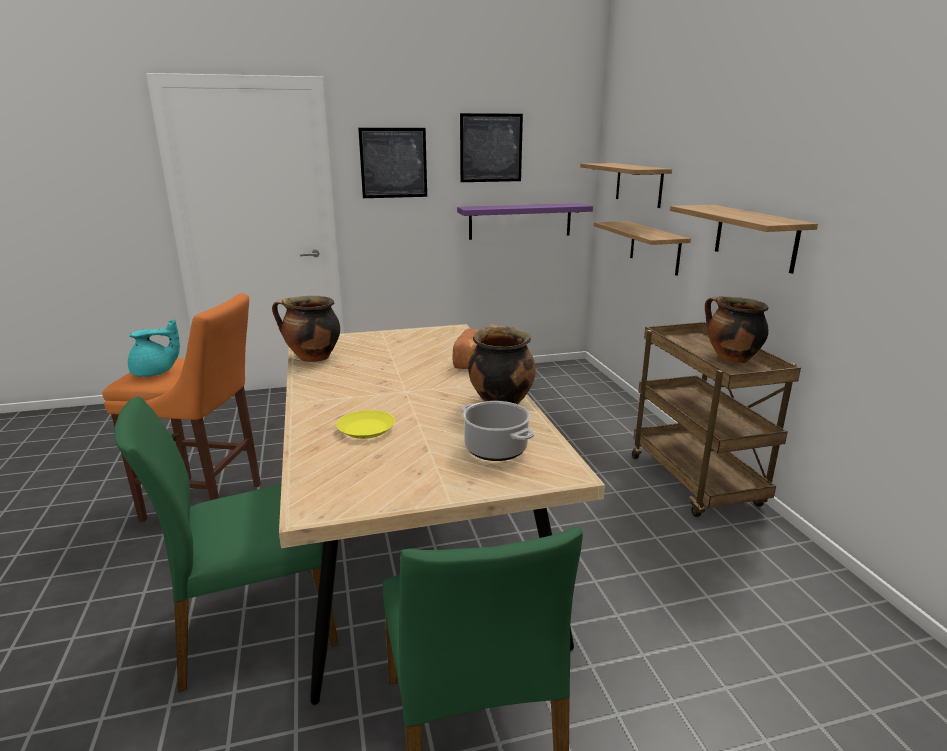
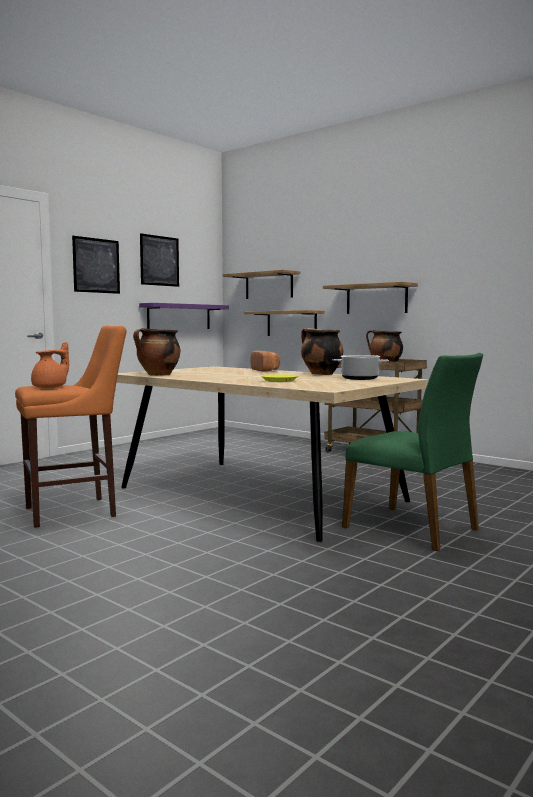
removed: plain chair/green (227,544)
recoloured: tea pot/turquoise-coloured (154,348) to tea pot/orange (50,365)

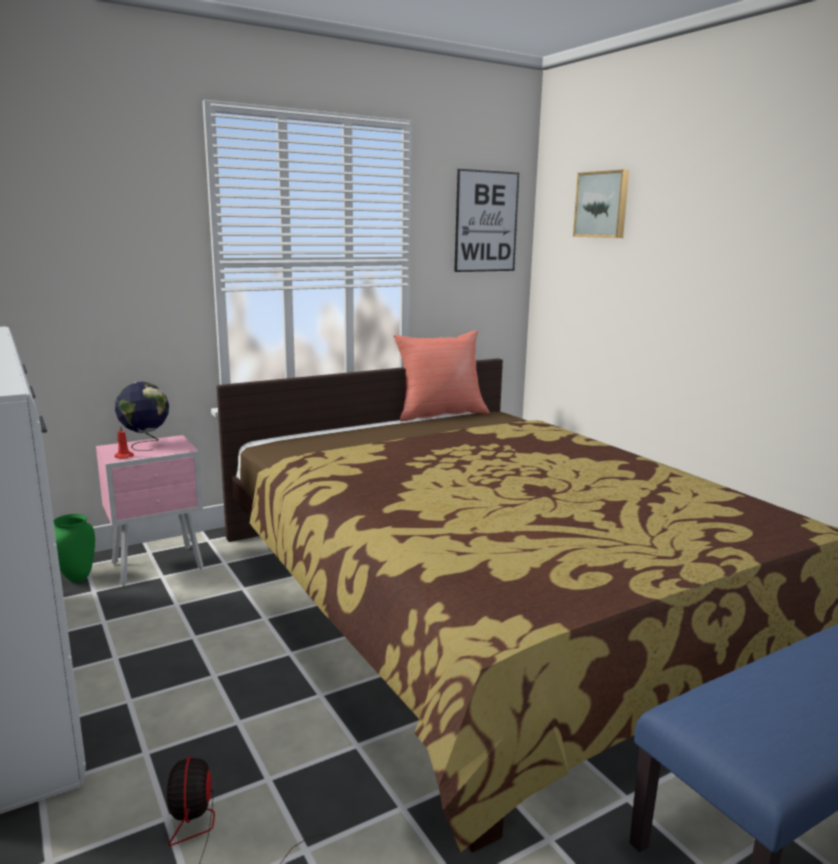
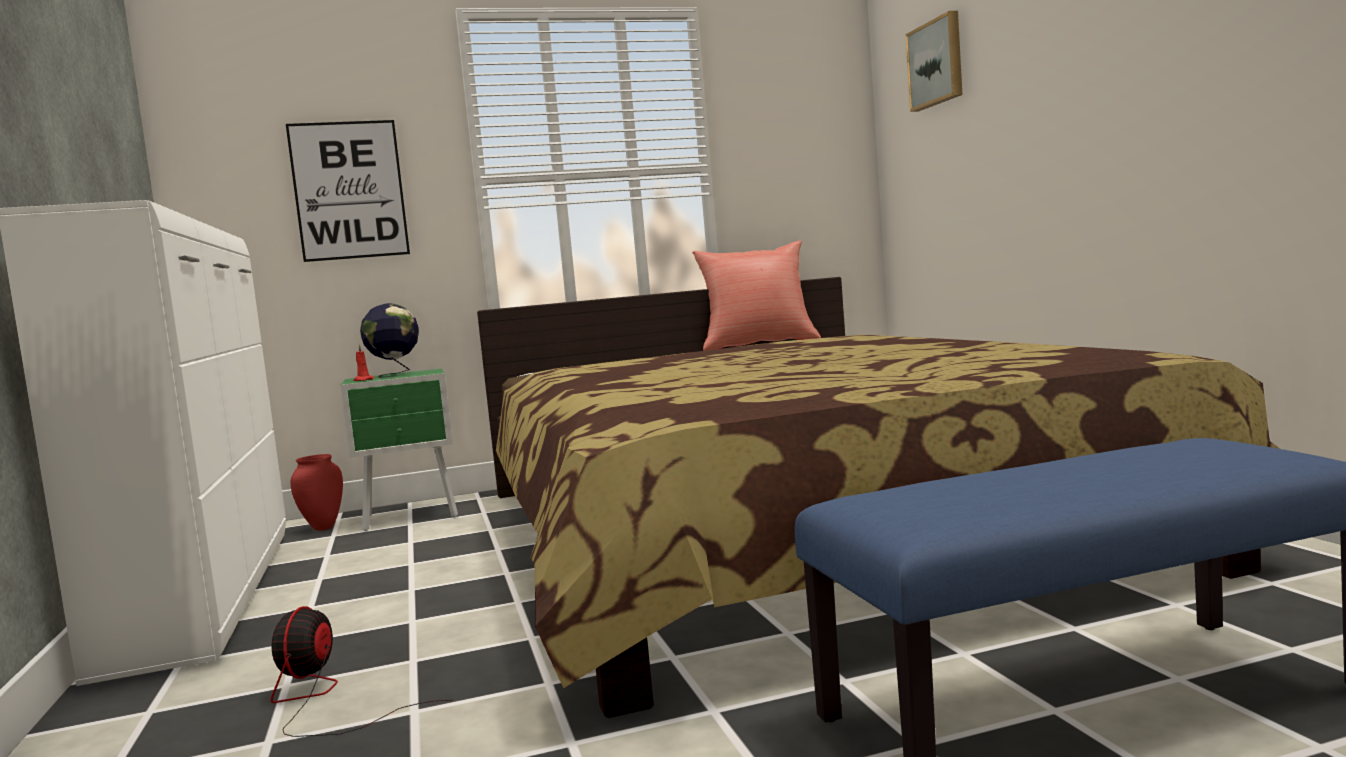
moved: picture (486,220) to (348,191)
recoloured: decorative vase/green (74,548) to decorative vase/reddish (317,492); bedside table/pink (149,510) to bedside table/green (399,450)

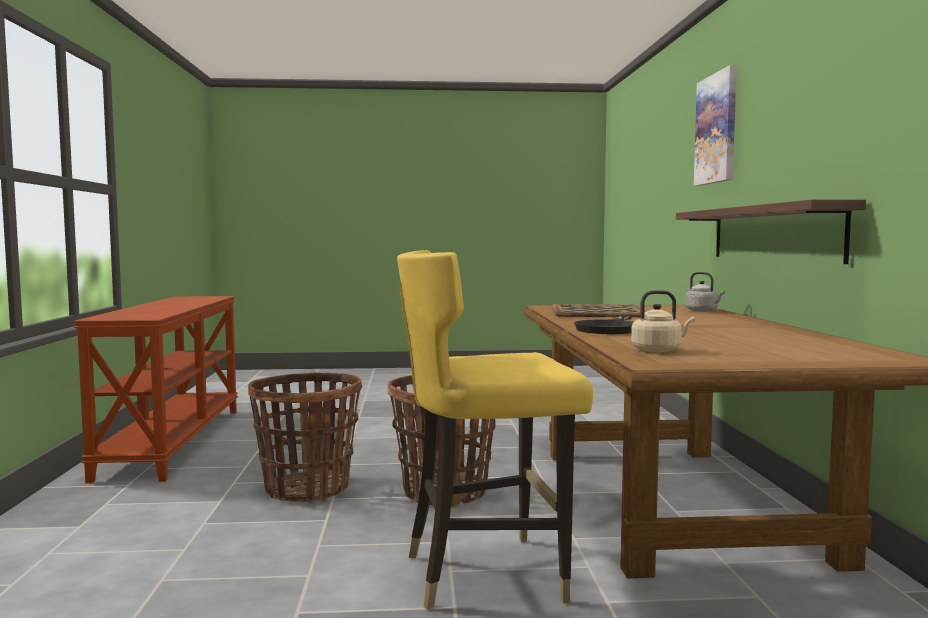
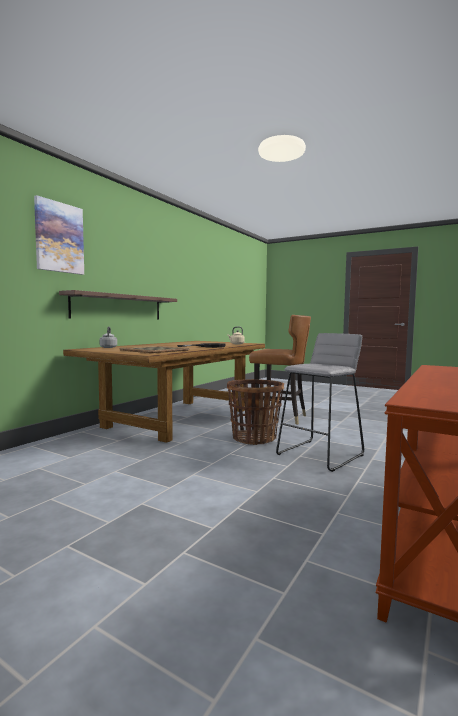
replaced: basket (305,437) to stool/gray (320,402)
recoloured: plain chair/yellow (495,430) to plain chair/brown (280,370)

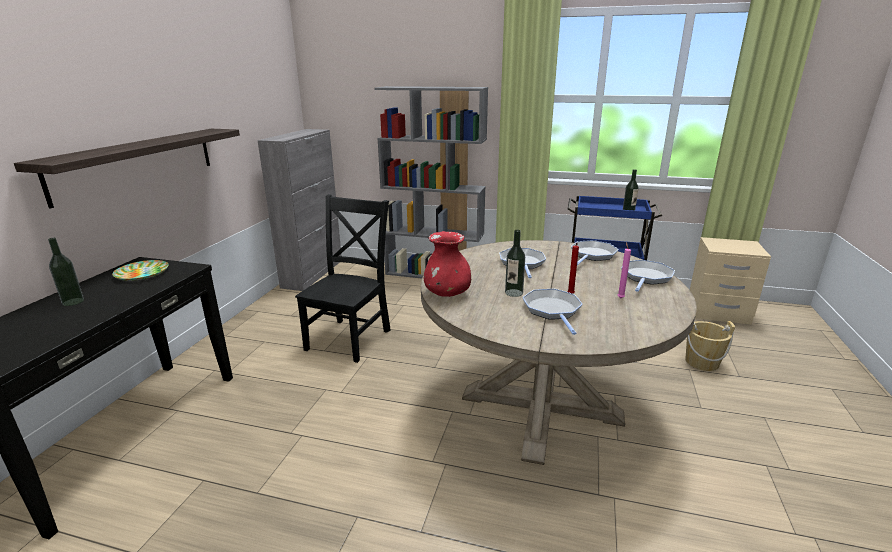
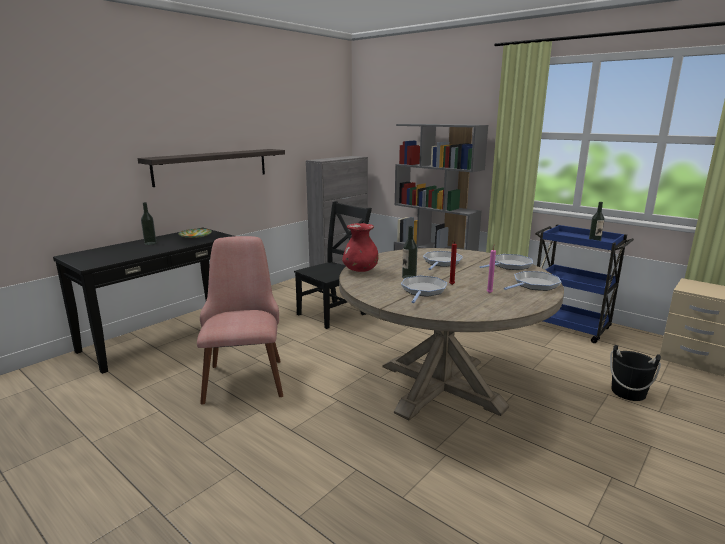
added: plain chair/pink (240,320)
recoloured: pail/beige (710,346) to pail/blackish (635,373)

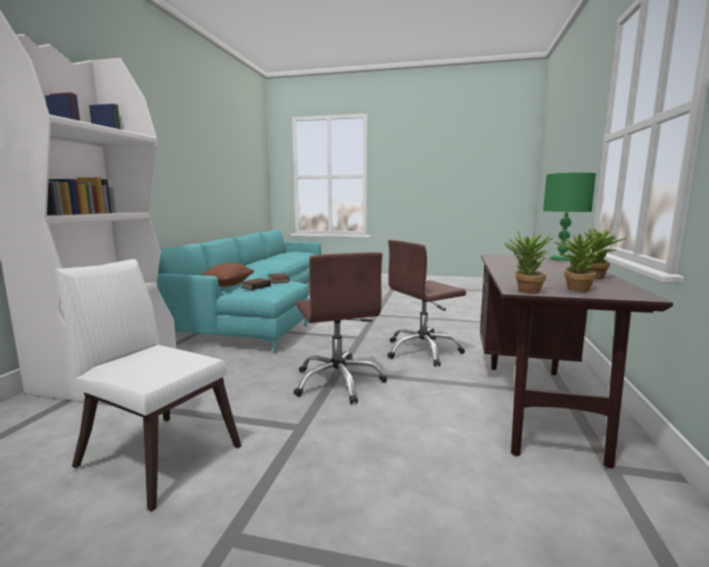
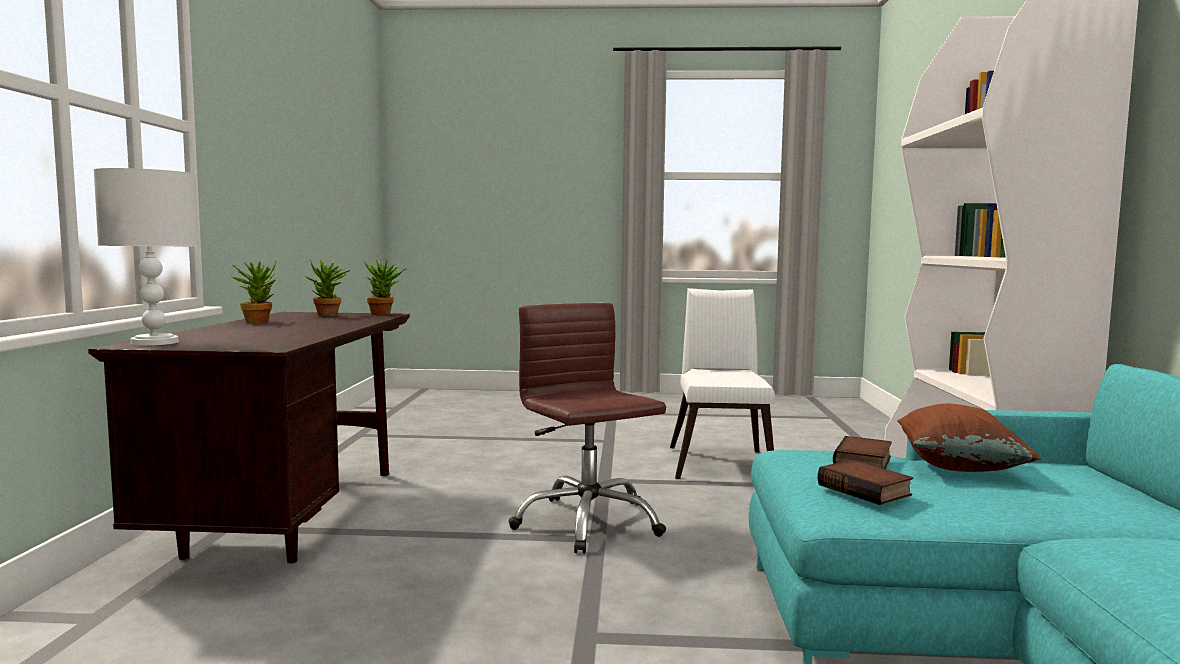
removed: office chair/brown (426,303)
recoloured: table lamp/green (569,217) to table lamp/white-coloured (146,257)
turned: plain chair/white-coloured (148,385) = (722,383) 105 degrees counterclockwise

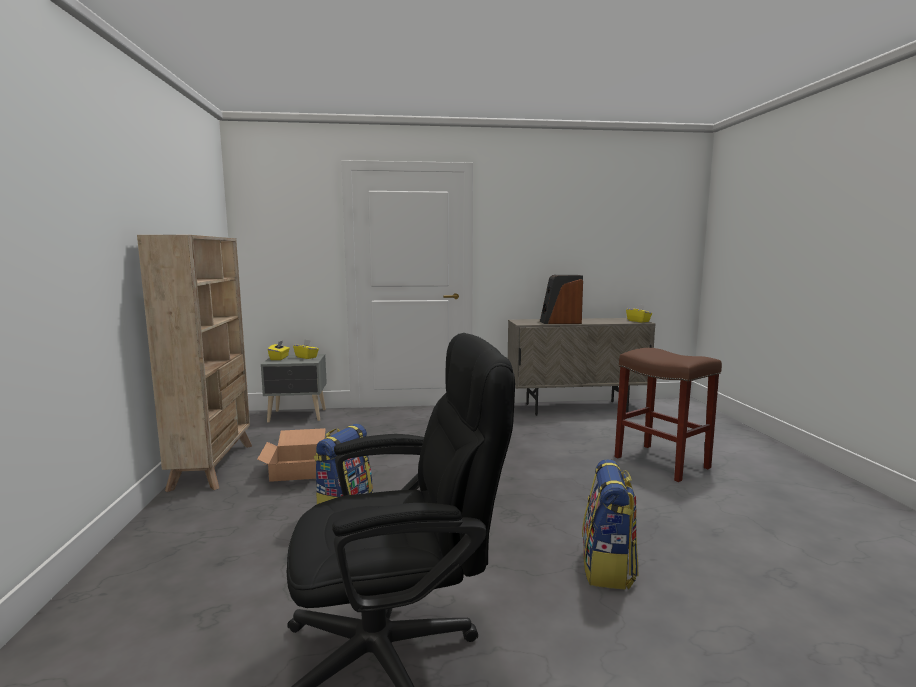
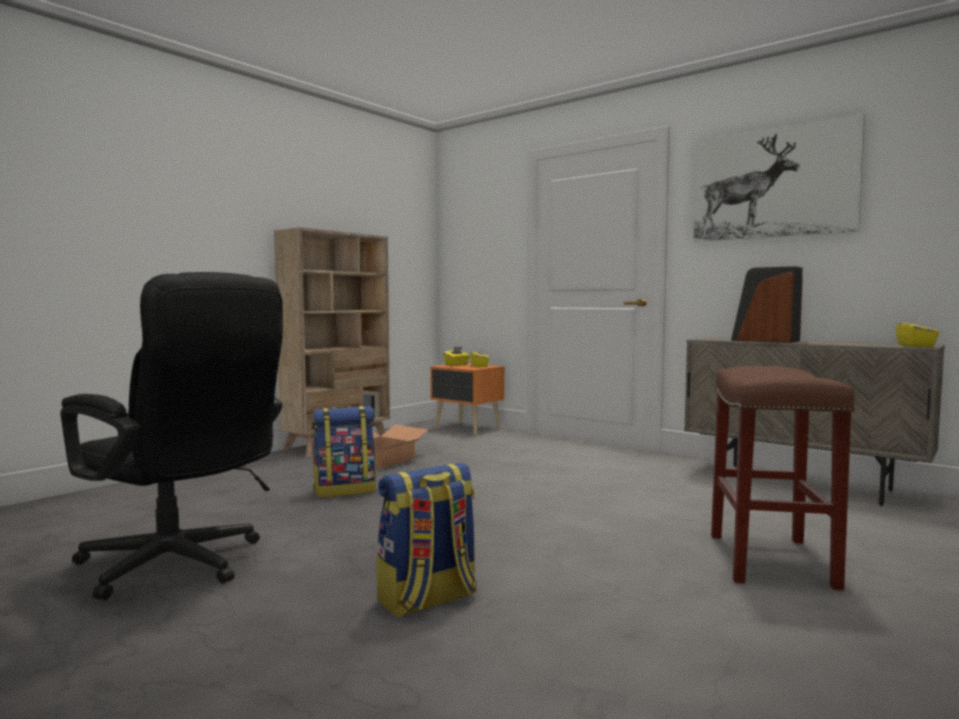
added: picture (779,178)
recoloured: bedside table/gray (294,388) to bedside table/orange (467,399)

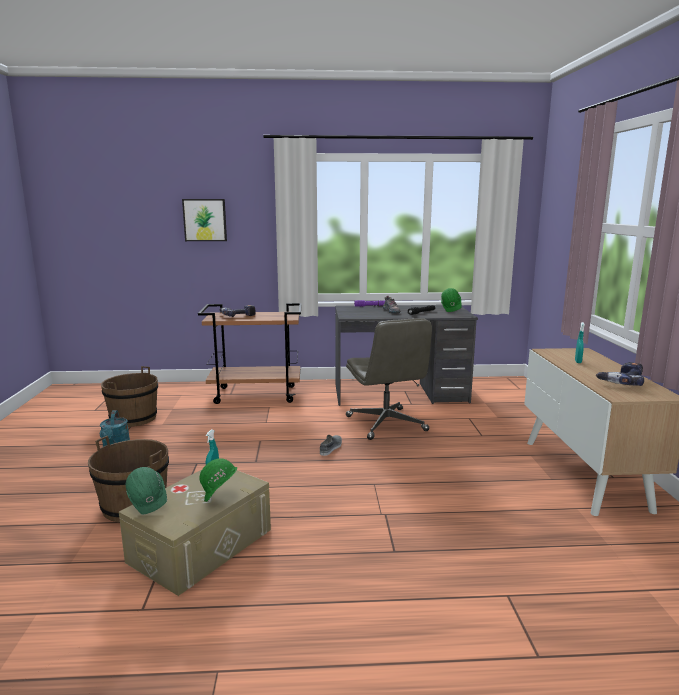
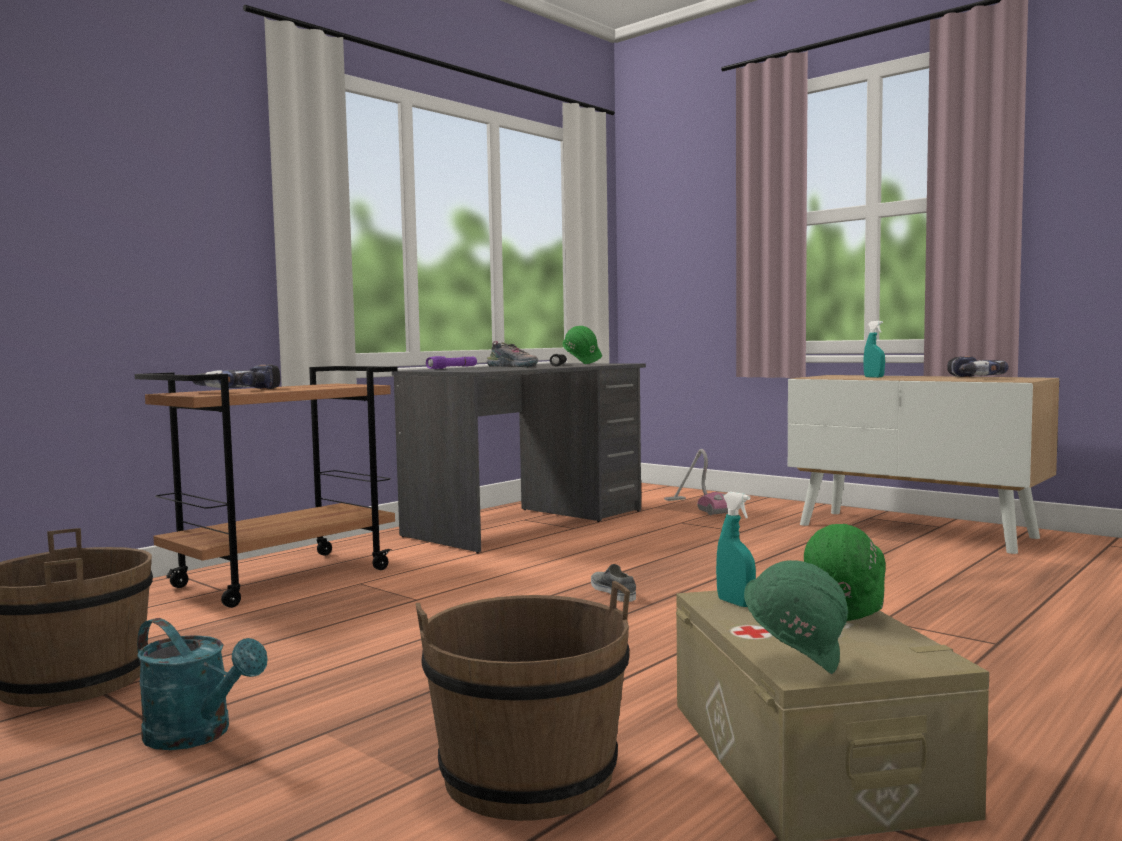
removed: picture (204,220); office chair/gray (389,379)
added: vacuum cleaner (696,482)

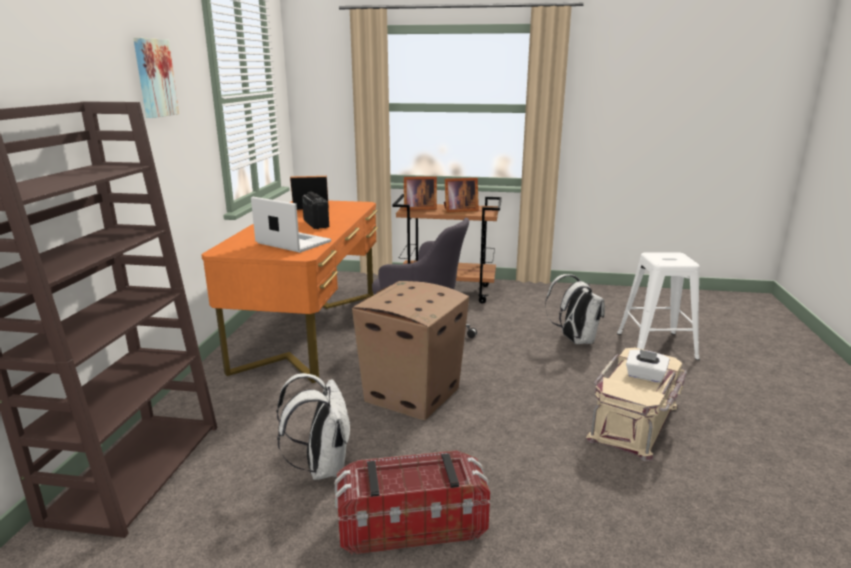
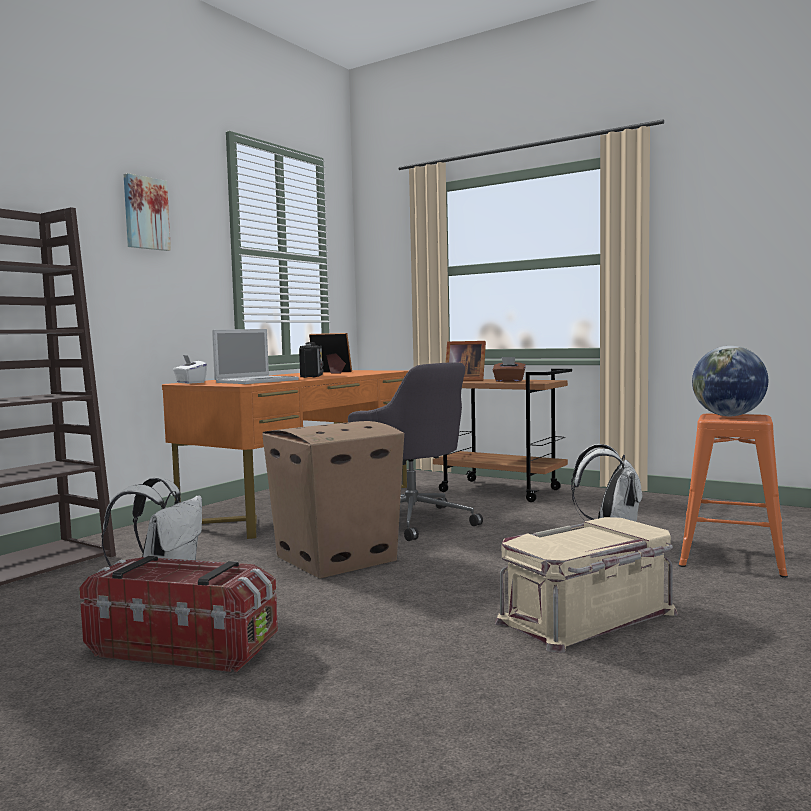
added: world globe (730,381)
moved: tissue box/white-coloured (648,366) to (190,369)
replaced: picture frame (461,195) to tissue box/brown (509,369)
recoloured: stool/white-coloured (658,306) to stool/orange (733,496)
turned: portable computer (291,225) = (255,356) 75 degrees clockwise

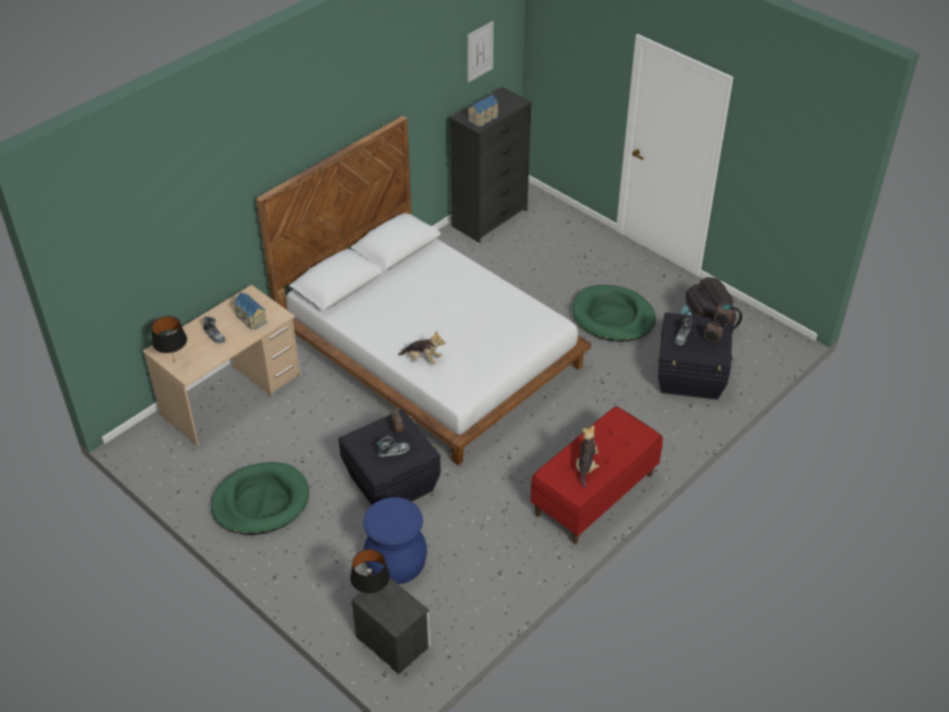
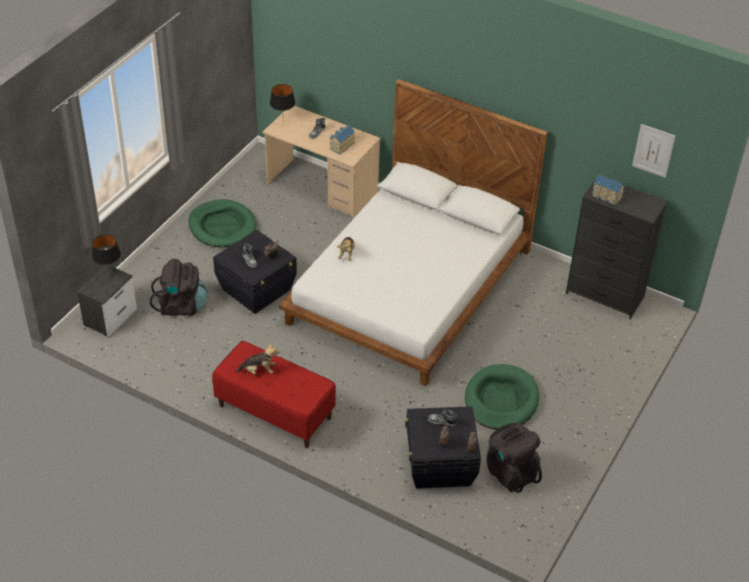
replaced: stool/blue-coloured (395,540) to knapsack/blackish (178,287)

